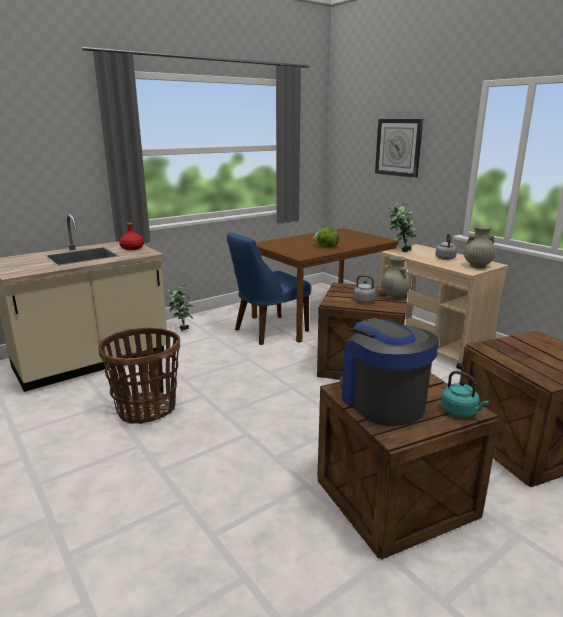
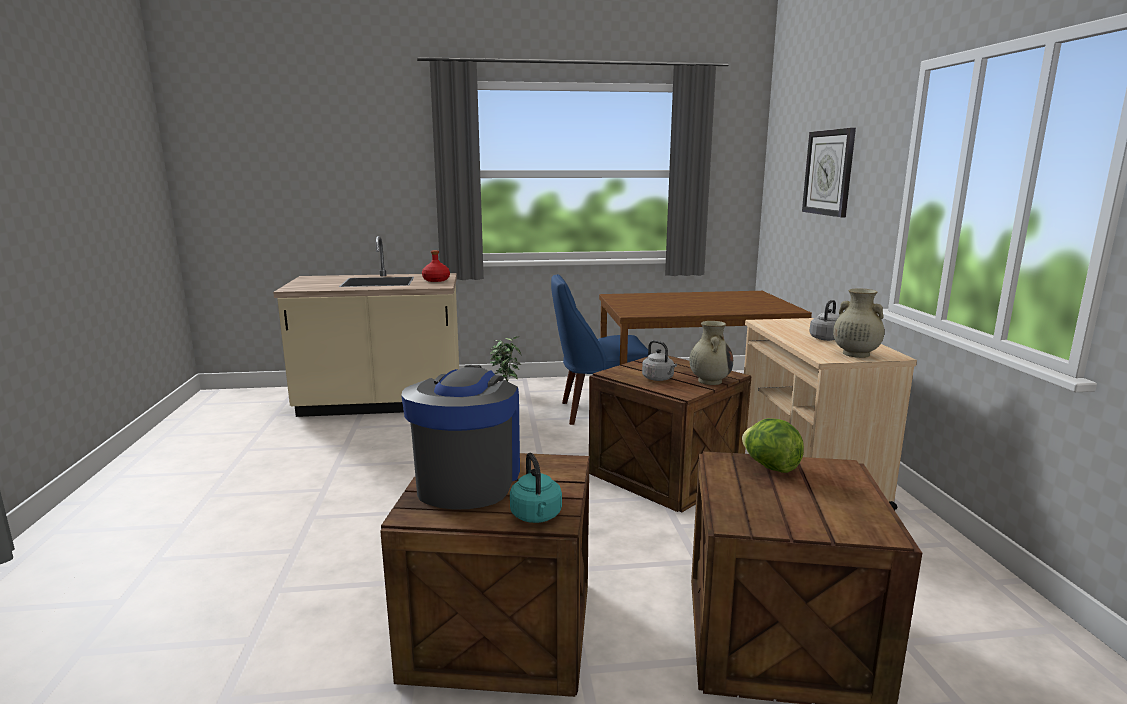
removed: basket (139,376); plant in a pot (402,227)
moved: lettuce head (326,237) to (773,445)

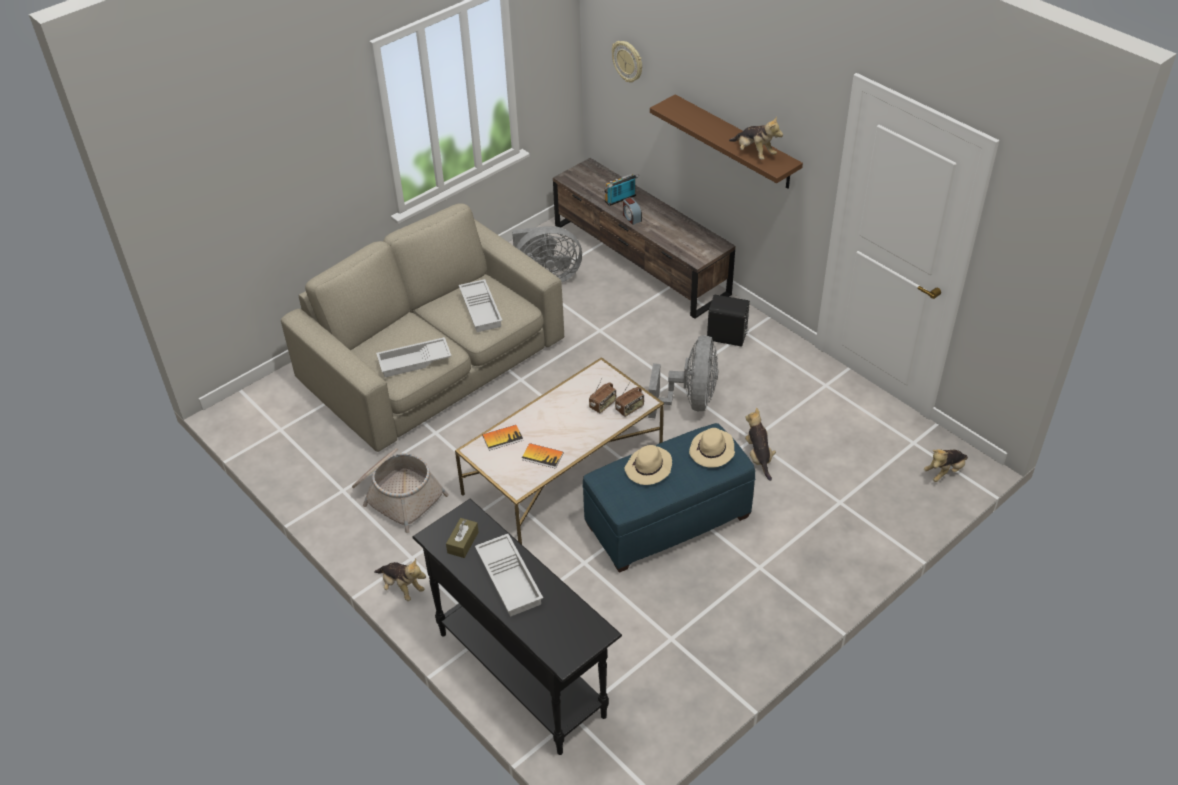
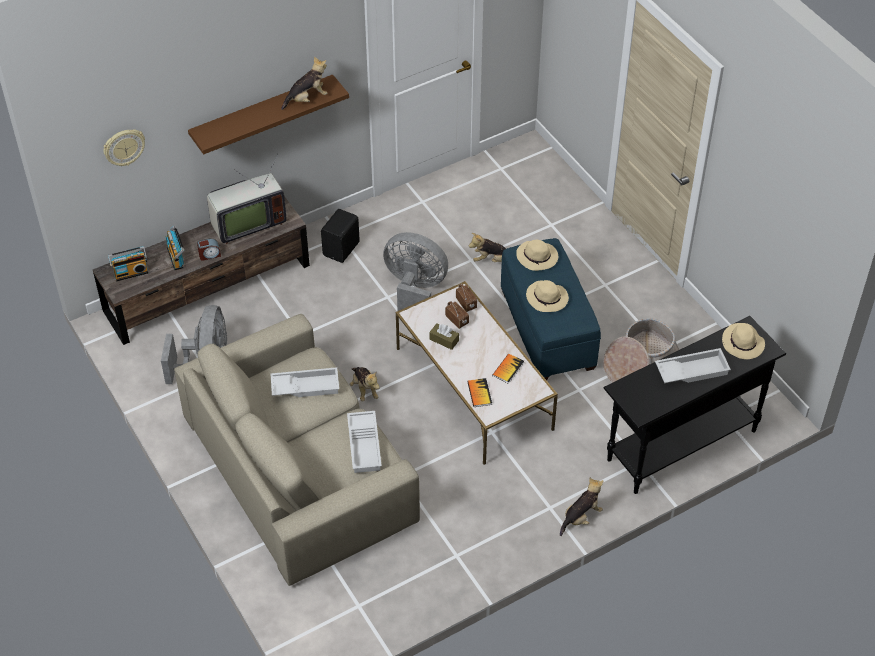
added: radio receiver (128,263); TV (247,199); wearable hat/beige (743,341)
moved: basket (400,490) to (641,350); tissue box/brown (462,538) to (444,336); cuddly toy (946,465) to (365,384)

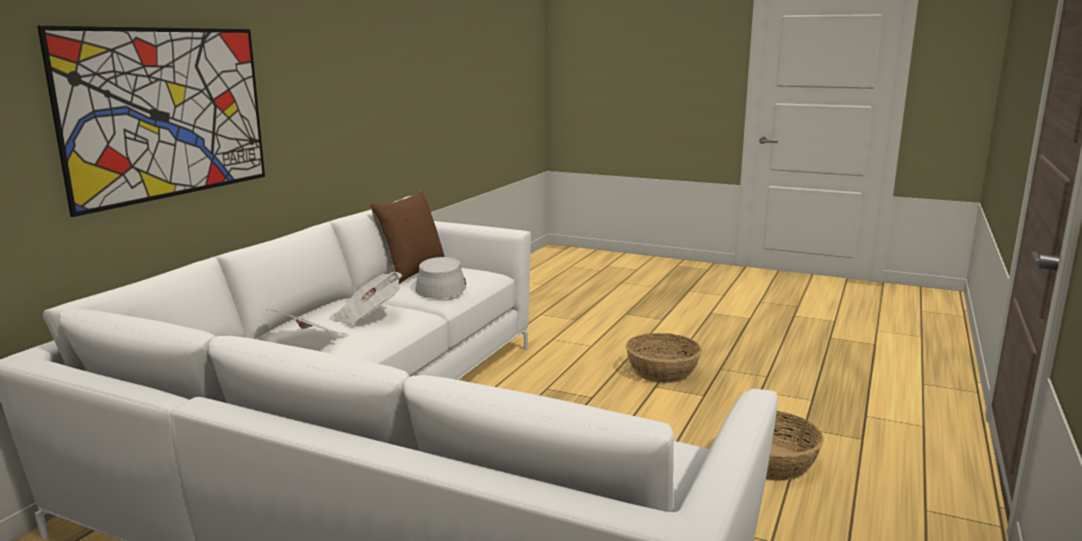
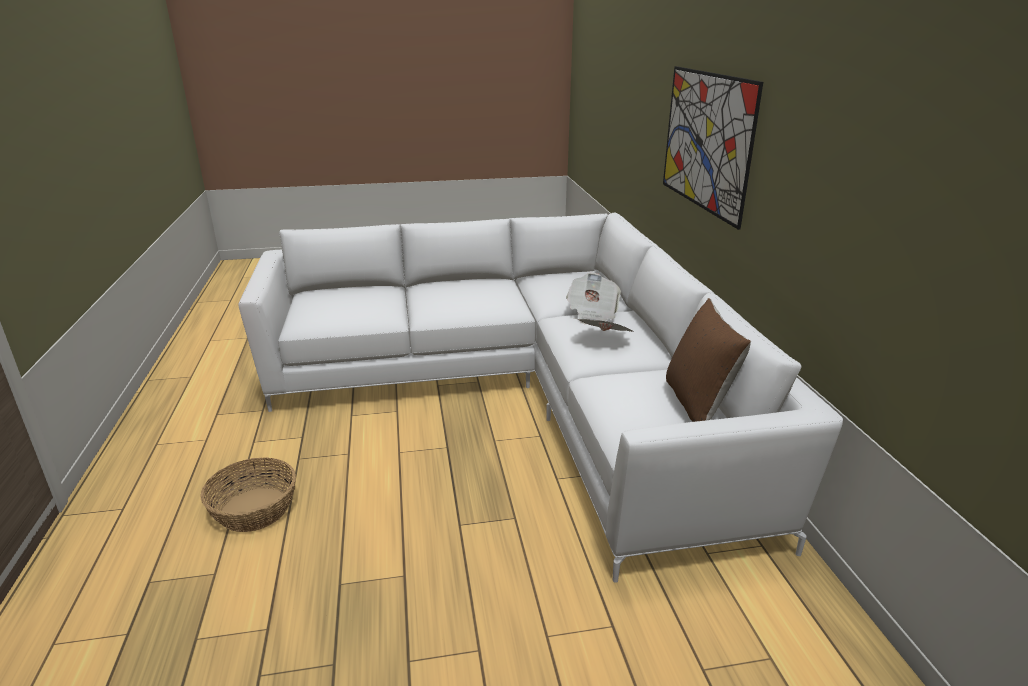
removed: wearable hat/gray (441,278); basket (664,358)

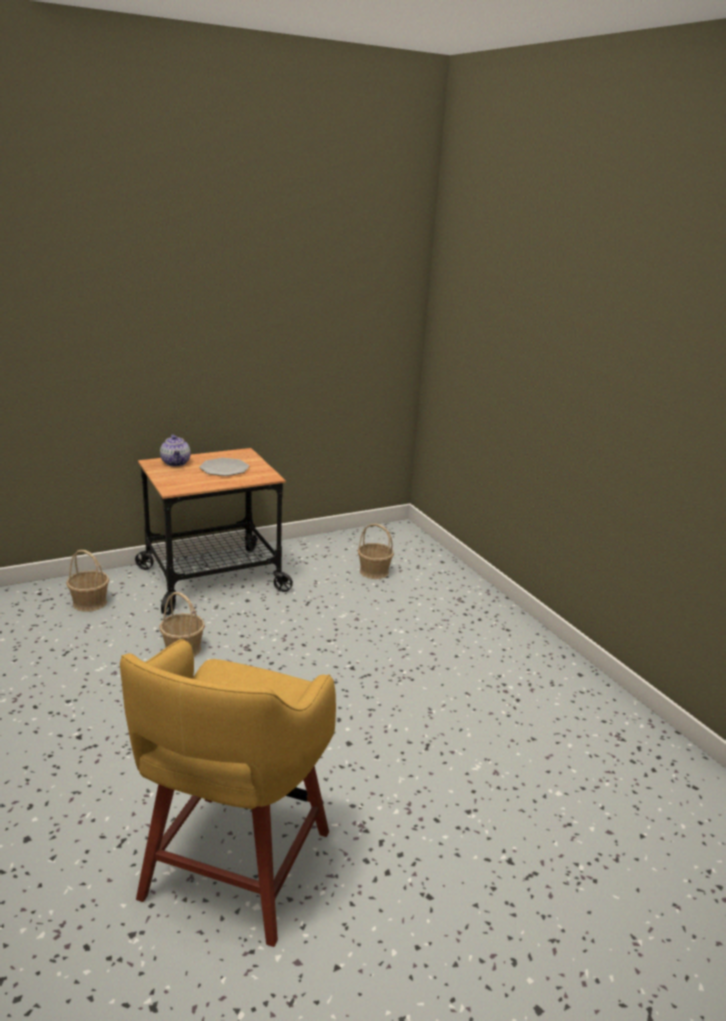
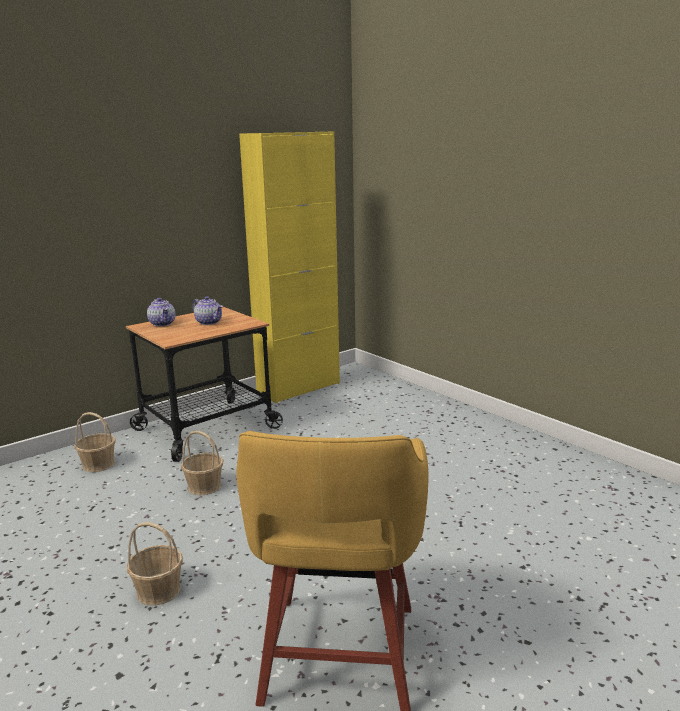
added: cabinet/yellow (289,267)
moved: basket (376,551) to (155,564)
replaced: dinner plate (224,467) to tea pot (207,310)

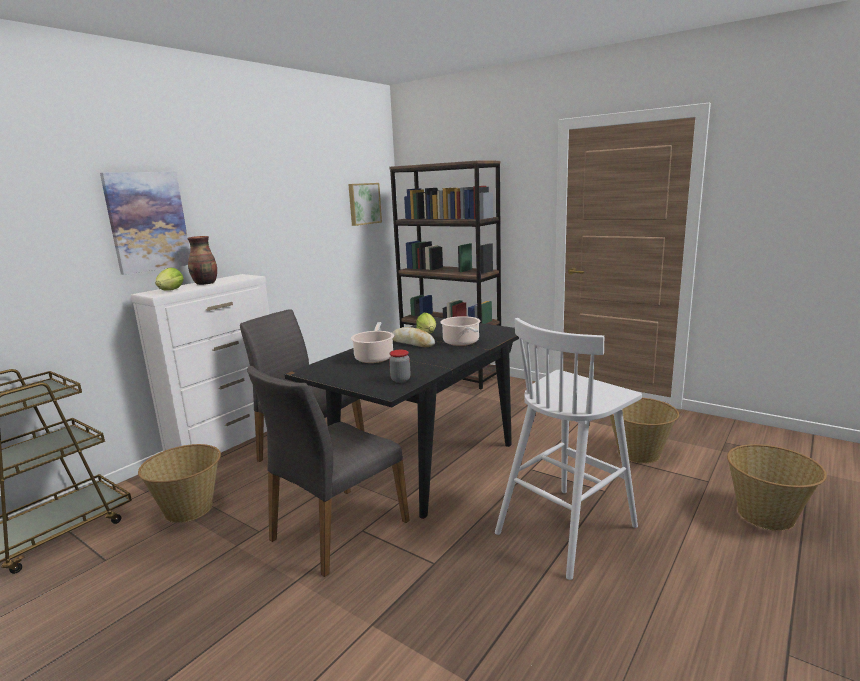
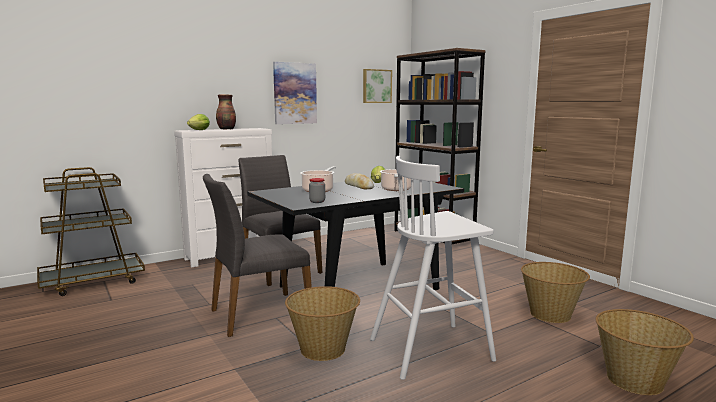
moved: picture (145,223) to (295,93); basket (179,483) to (322,323)

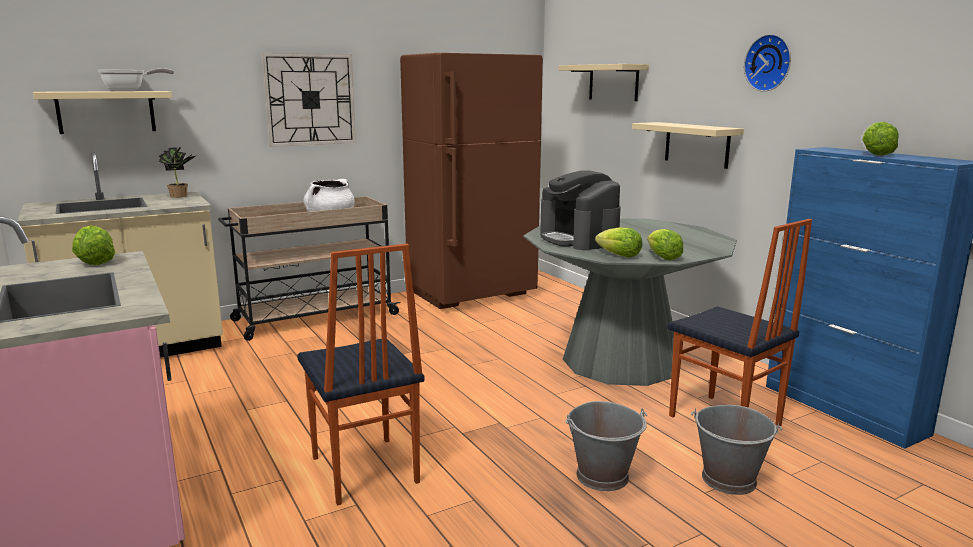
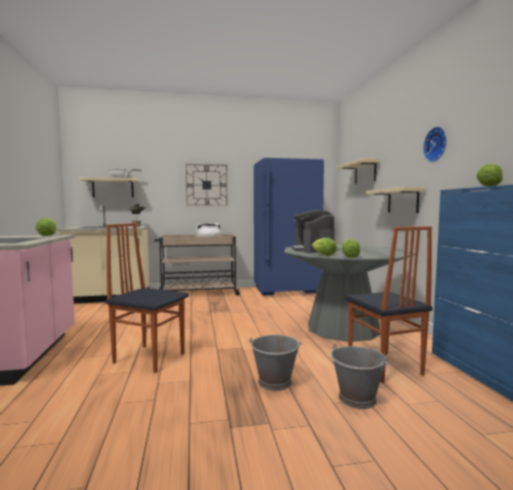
recoloured: kitchen fridge/brown (471,181) to kitchen fridge/blue-coloured (289,227)
turned: plain chair (361,374) = (147,298) 120 degrees clockwise

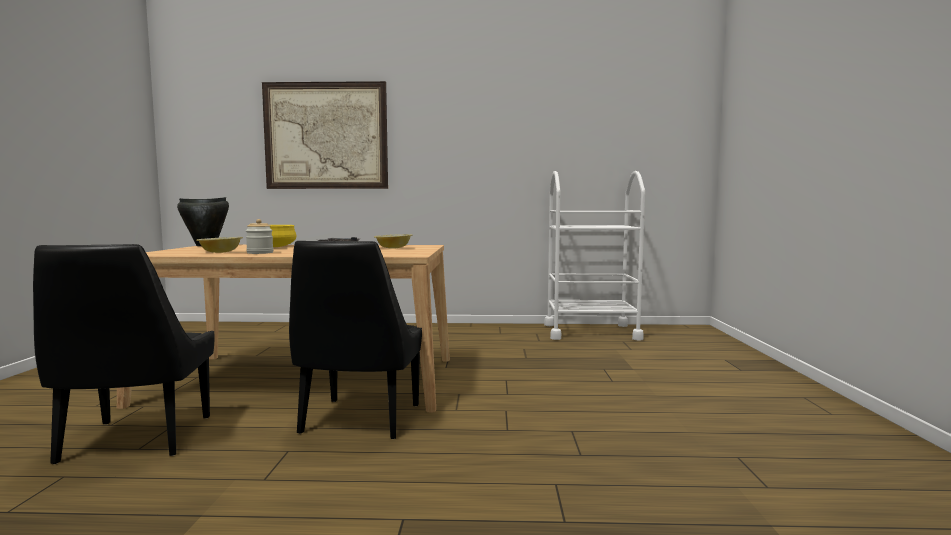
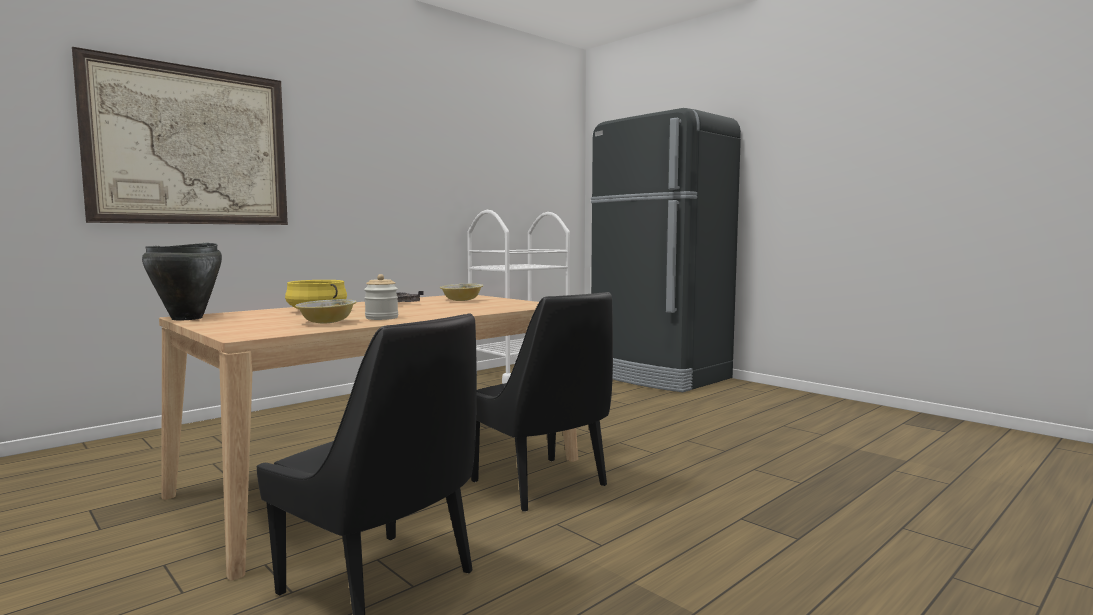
added: kitchen fridge/blackish (666,250)

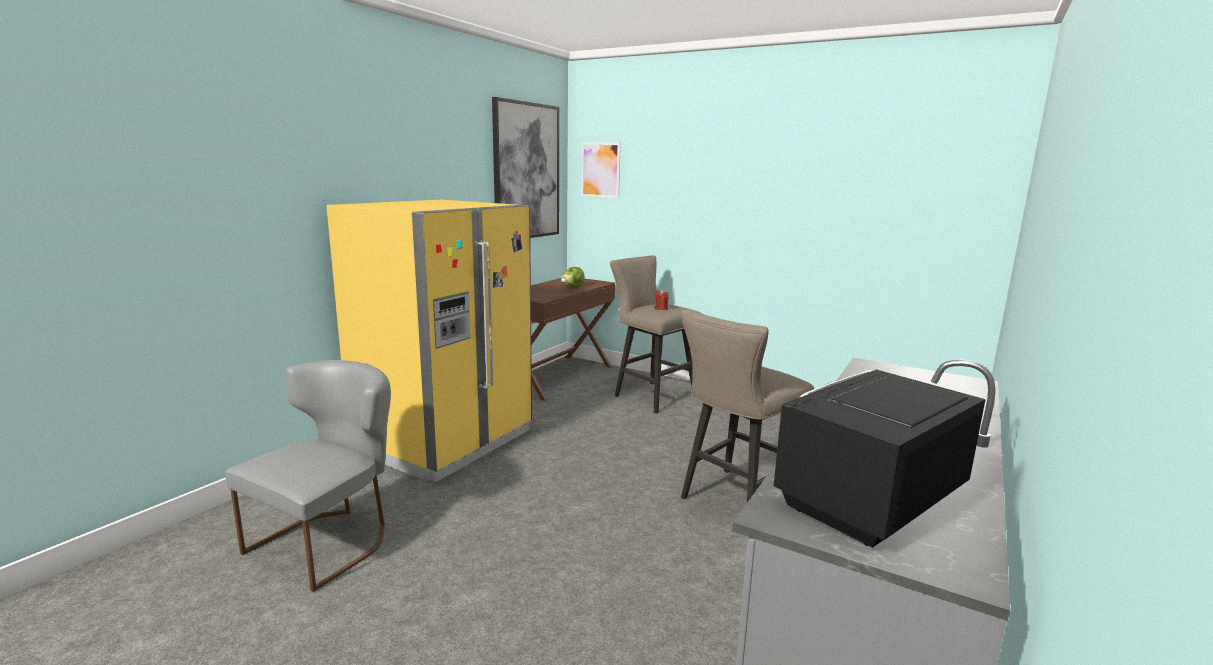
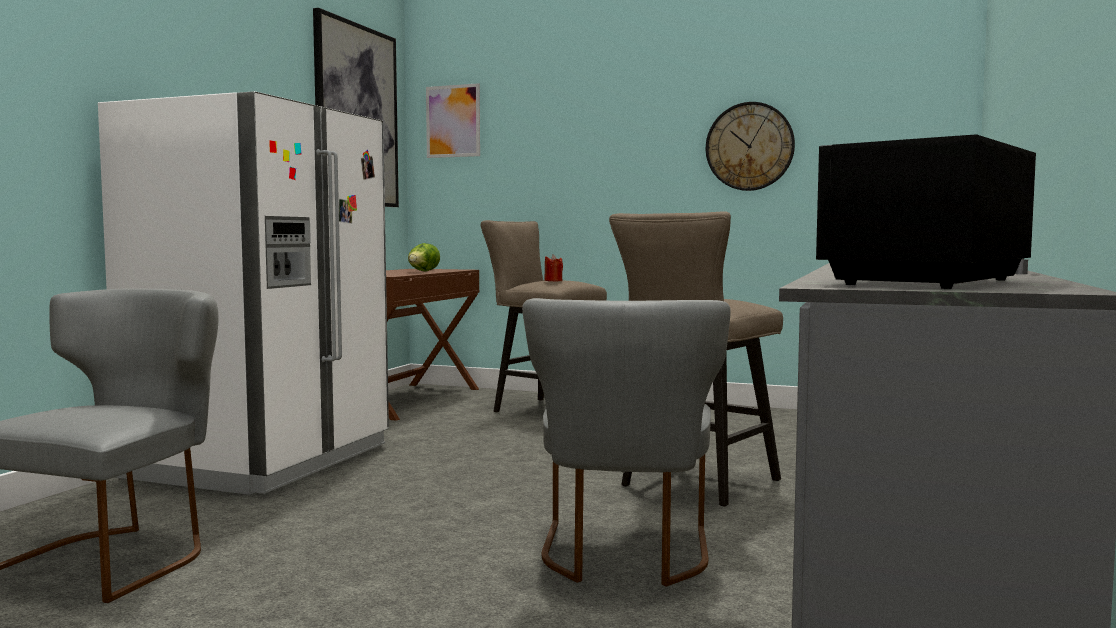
added: plain chair/gray (626,442); wall clock (750,146)
recoloured: kitchen fridge/yellow (429,341) to kitchen fridge/white-coloured (243,293)

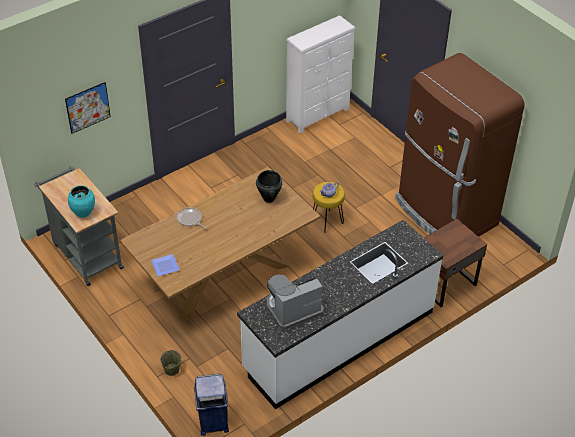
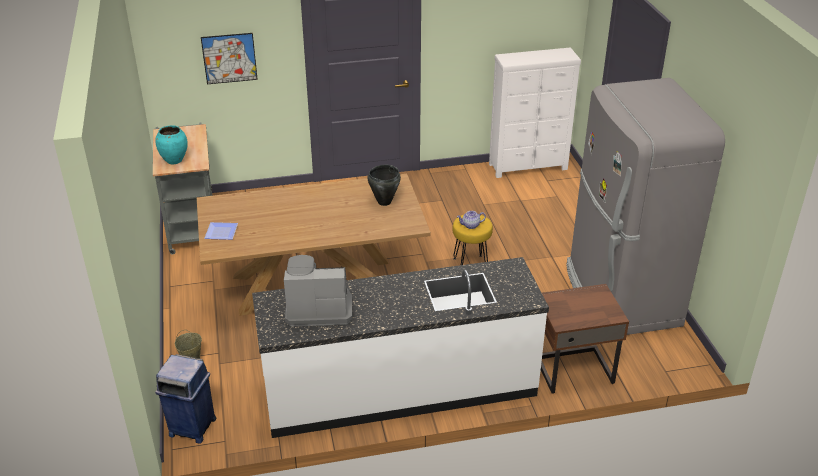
removed: skillet (191,218)
recoloured: kitchen fridge/brown (459,145) to kitchen fridge/gray (645,206)

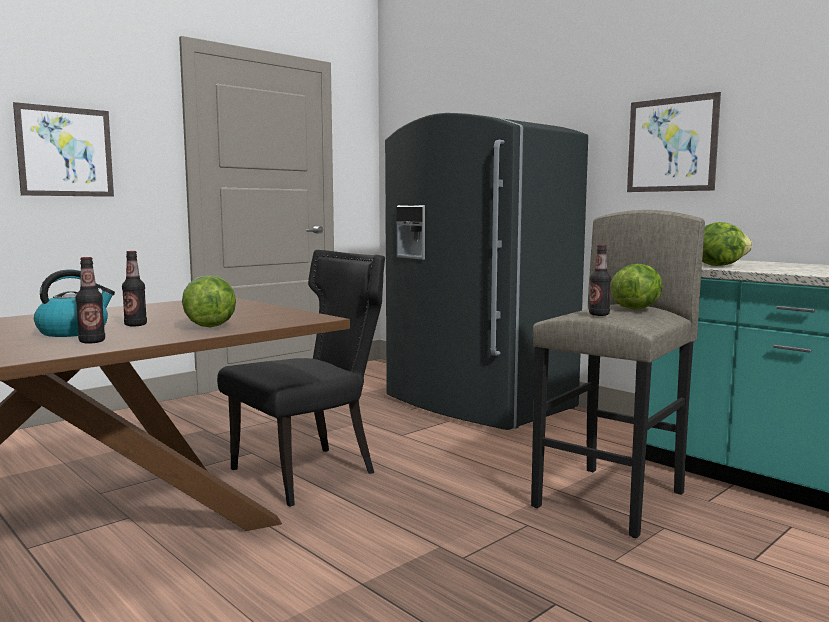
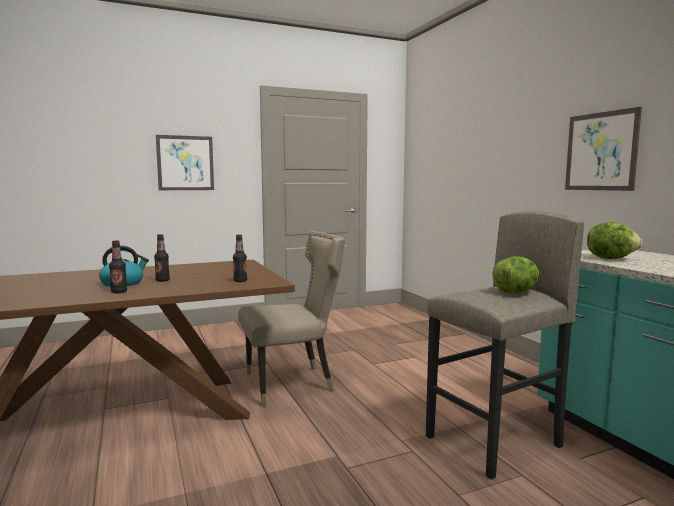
removed: lettuce head (209,301); kitchen fridge/gray (486,271)
moved: bottle (600,280) to (240,258)
recoloured: plain chair/blackish (301,378) to plain chair/beige (291,319)

